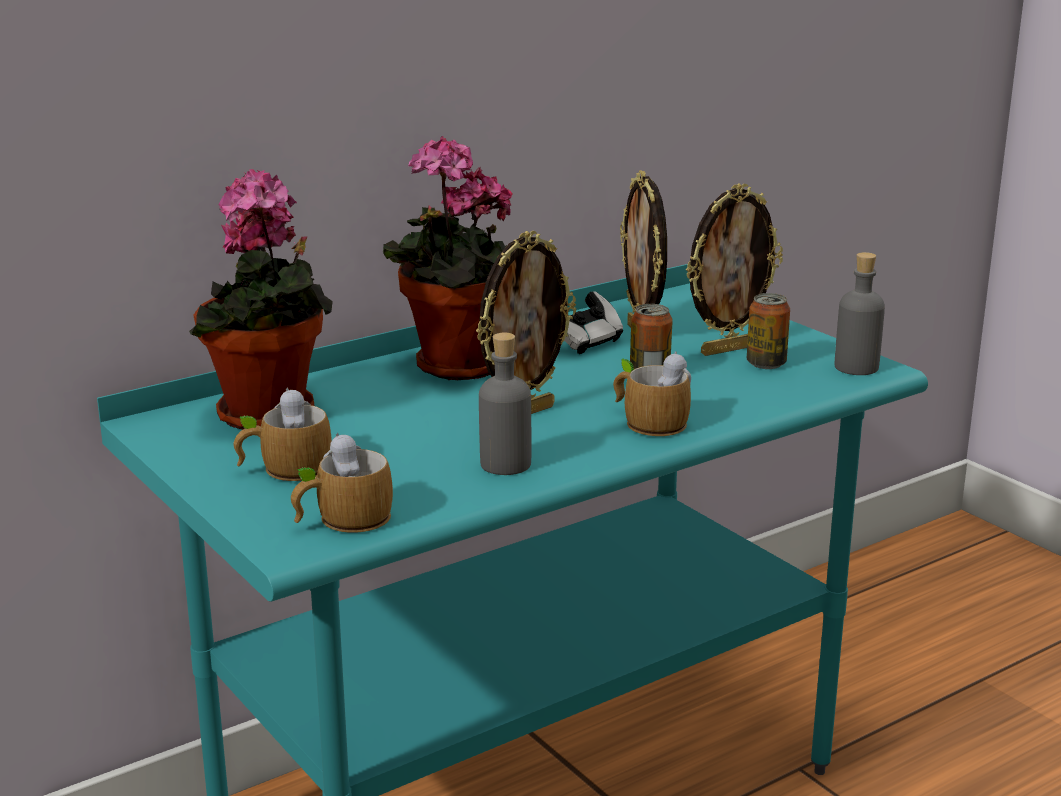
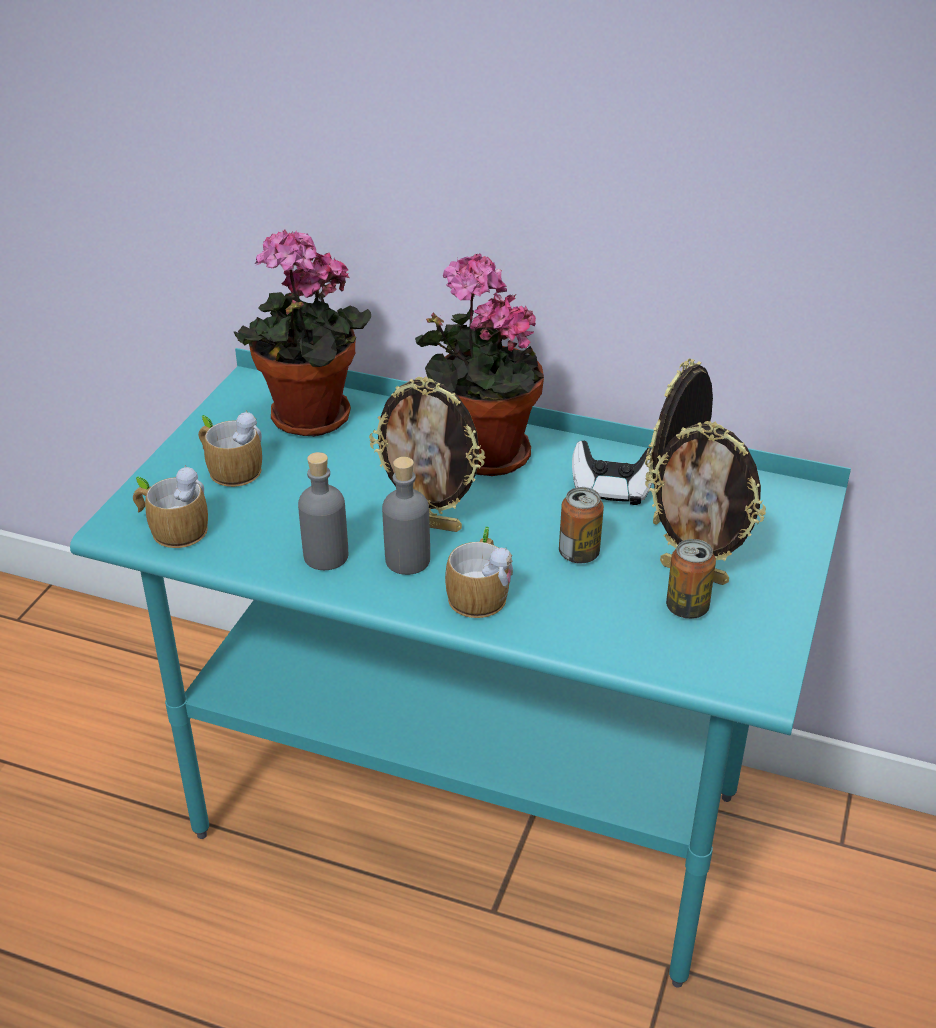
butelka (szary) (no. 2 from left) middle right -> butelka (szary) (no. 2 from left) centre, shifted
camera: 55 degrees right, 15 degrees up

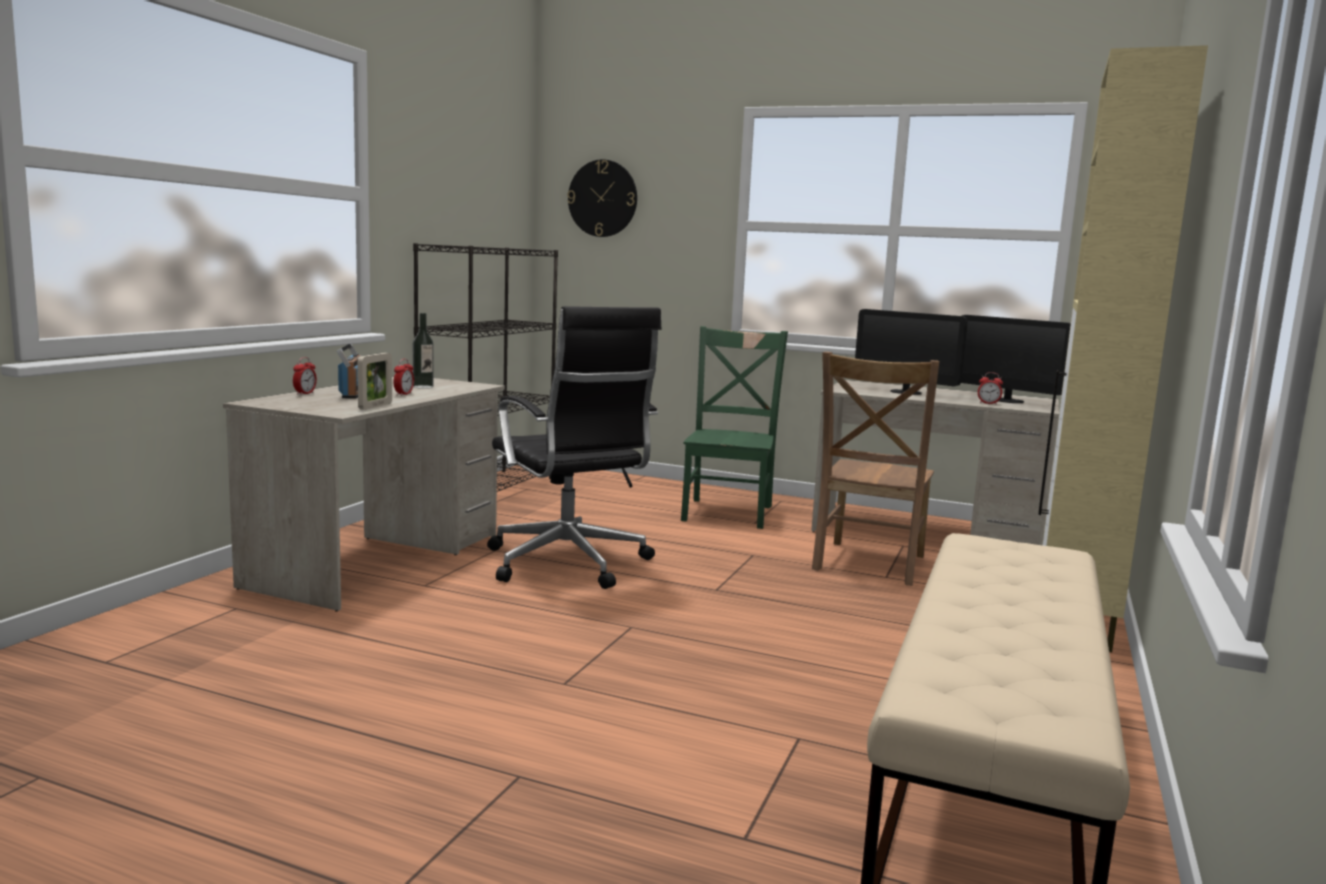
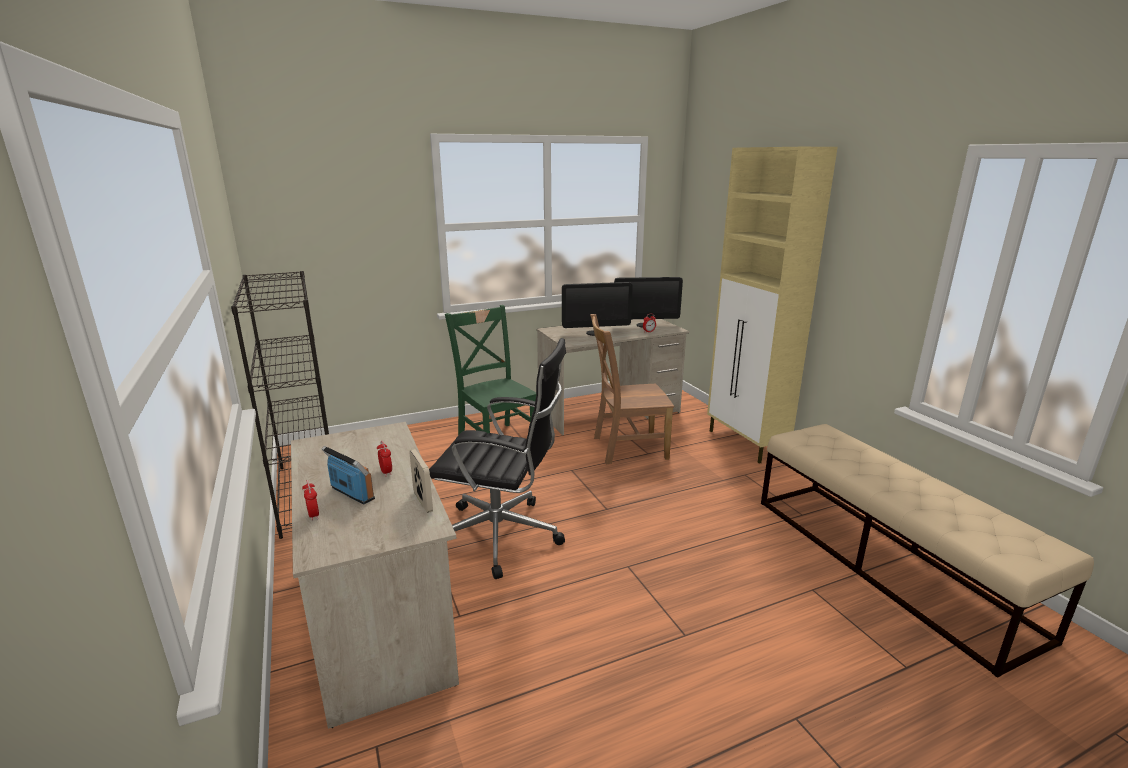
zegar ścienny top centre -> none
butelka middle left -> none
krzesło (brązowy) centre, 105 degrees clockwise
camera: 45 degrees left, 10 degrees up

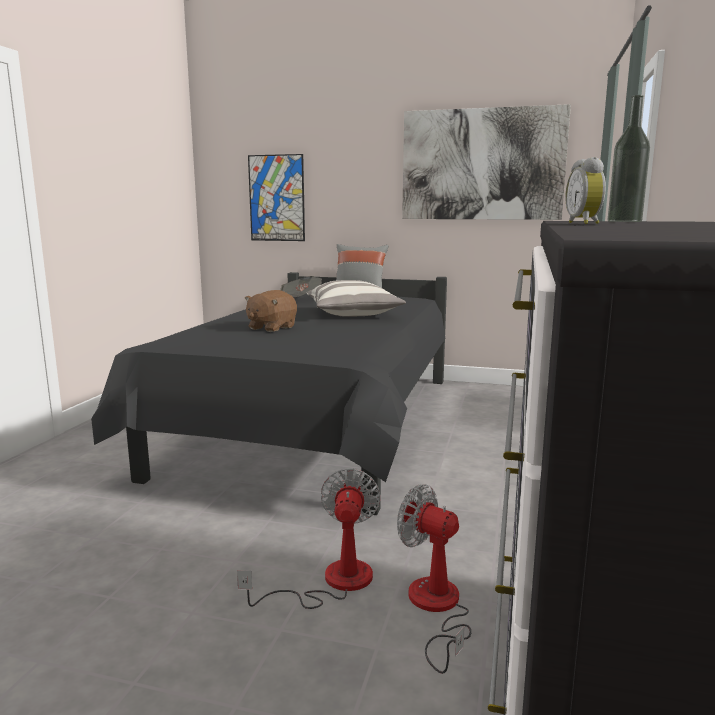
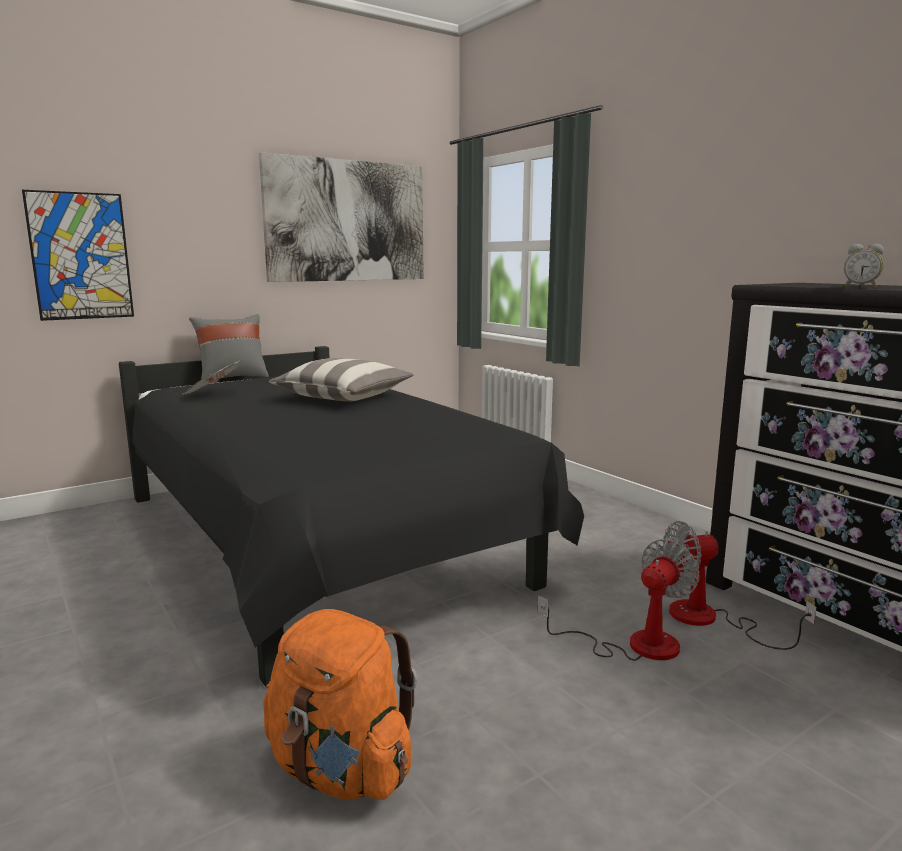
butelka top right -> none
pluszak (brązowy) centre -> none
wentylator (no. 1 from left) bottom centre -> wentylator (no. 1 from left) bottom right, 90 degrees clockwise
none -> plecak (pomarańczowy) bottom centre
camera: 50 degrees left, 0 degrees up

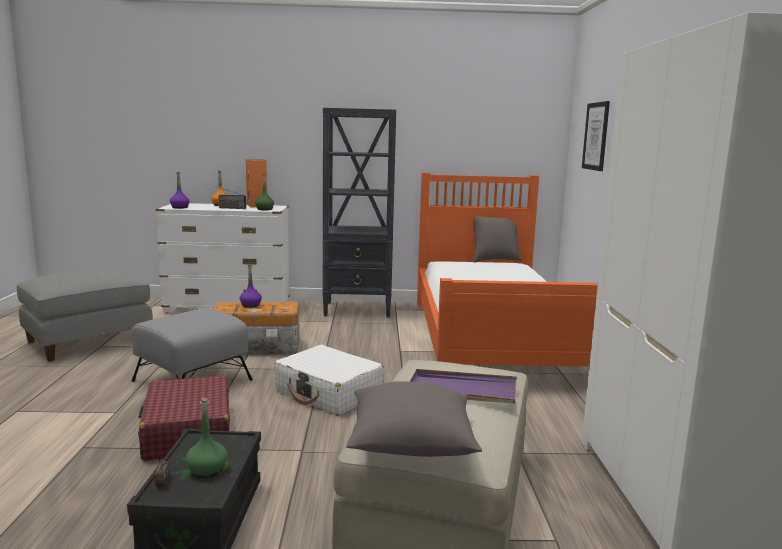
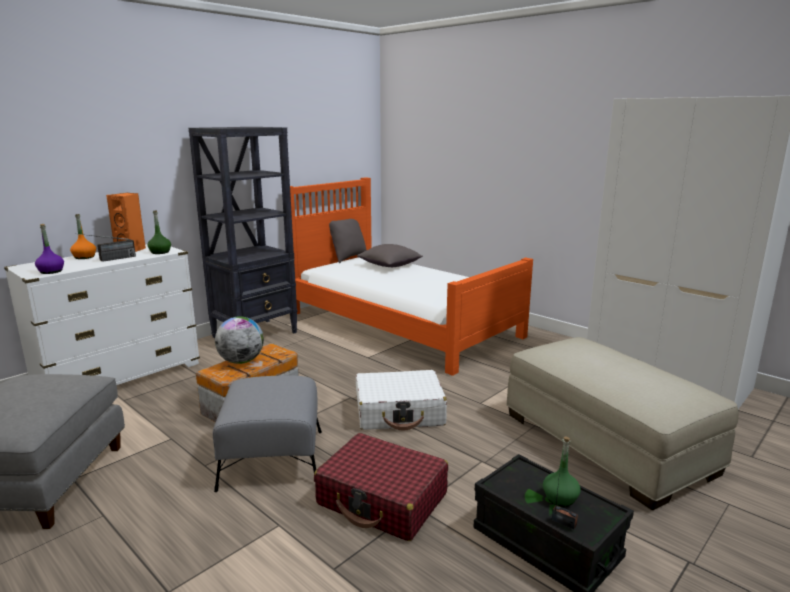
obraz top right -> none
butelka (fioletowy) (no. 2 from left) middle left -> globus middle left
taca (fioletowy) bottom centre -> none
poduszka (szary) (no. 1 from left in the first image) bottom centre -> poduszka (szary) (no. 2 from left) centre, shifted
camera: 45 degrees left, 5 degrees up

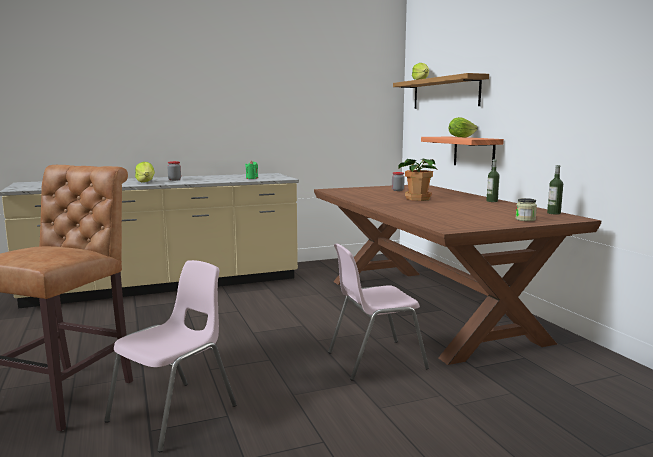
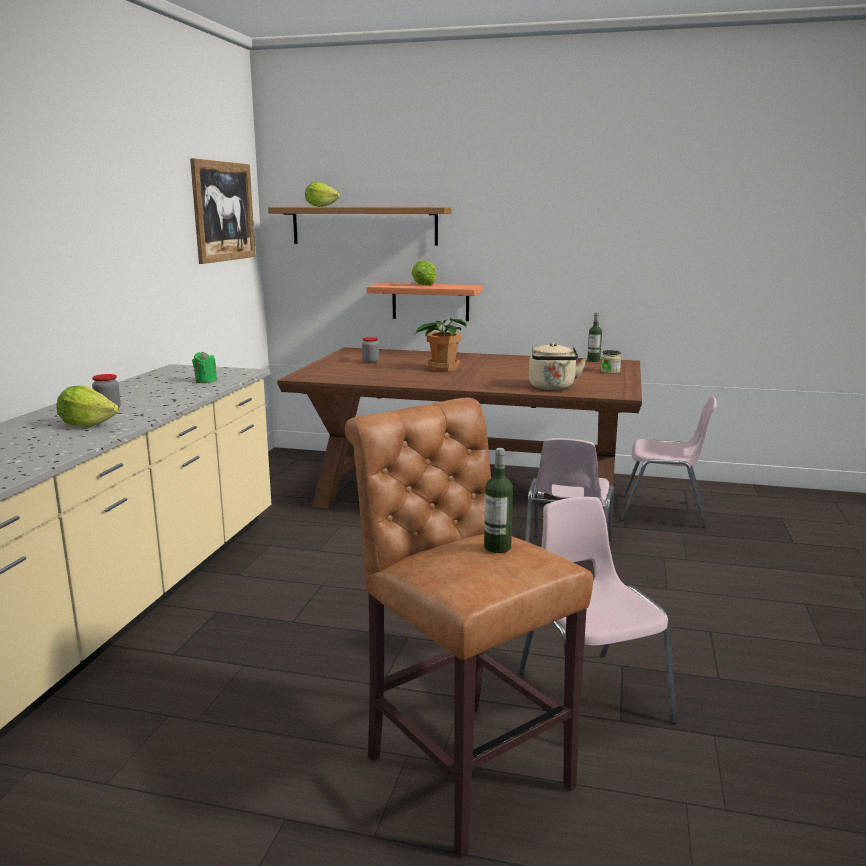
butelka (no. 1 from left) middle right -> butelka (no. 1 from left) centre, shifted
none -> obraz top left
none -> czajnik (beżowy) centre
none -> krzesło (różowy) (no. 3 from left) middle right
camera: 55 degrees left, 5 degrees up

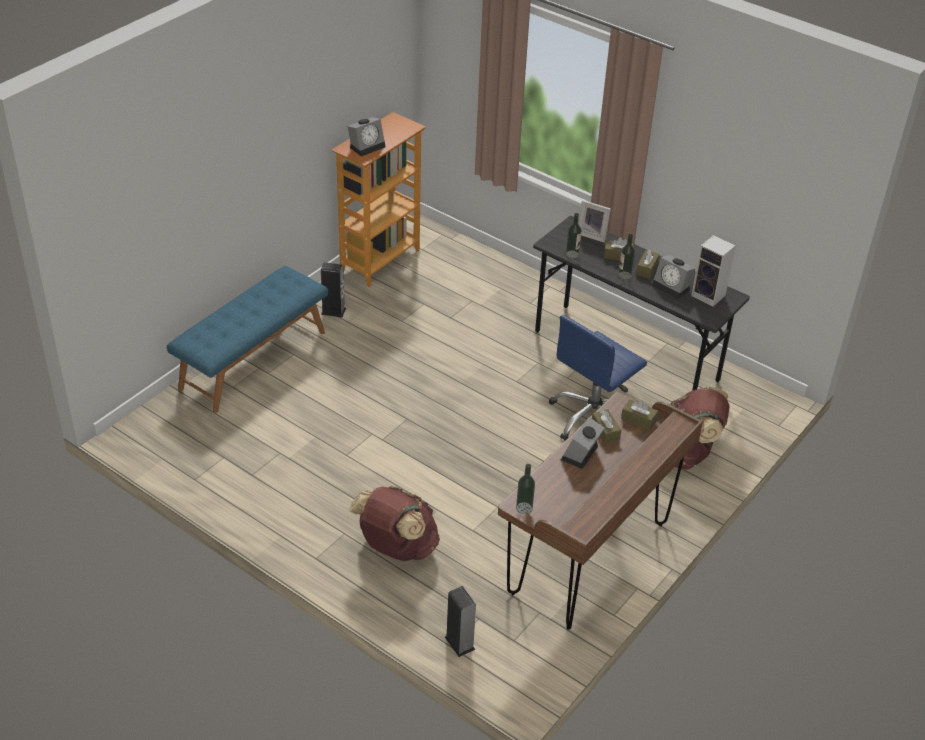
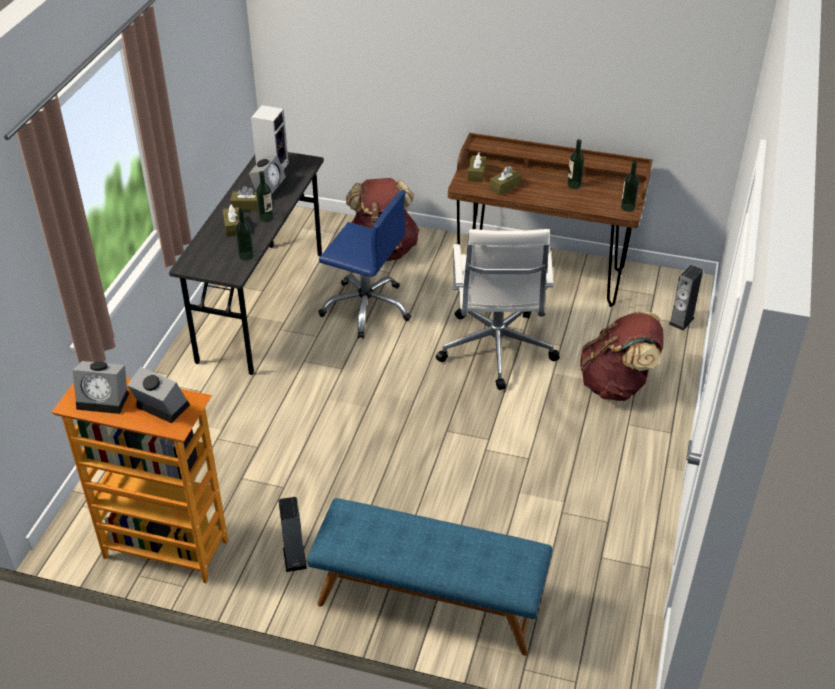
ramka na zdjęcie top centre -> none
budzik (no. 2 from left in the first image) centre -> budzik (no. 1 from left) middle left, shifted
none -> butelka (no. 3 from left) top right
none -> krzesło biurowe (biały) centre
camera: 110 degrees left, 0 degrees up

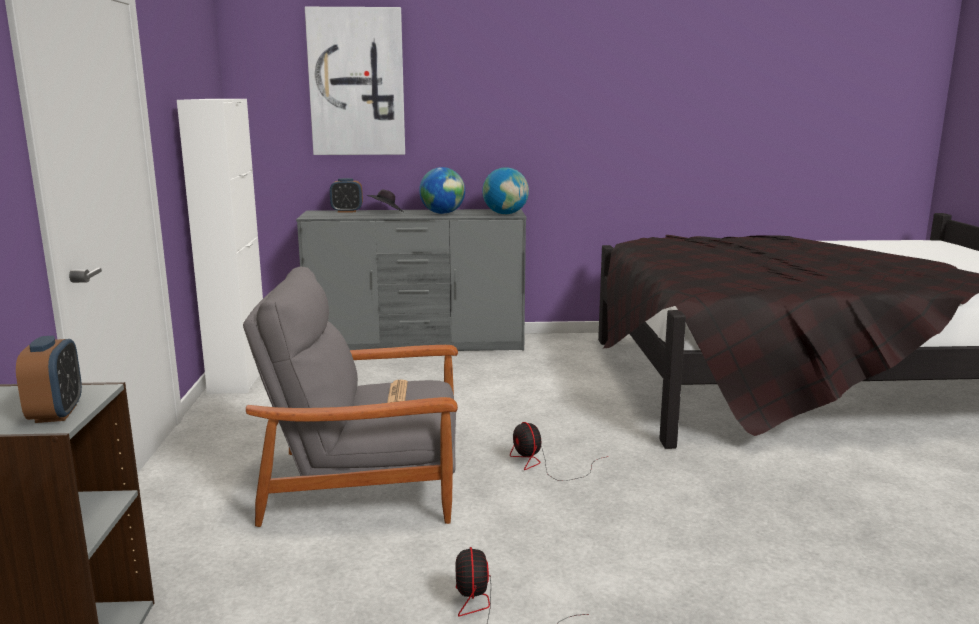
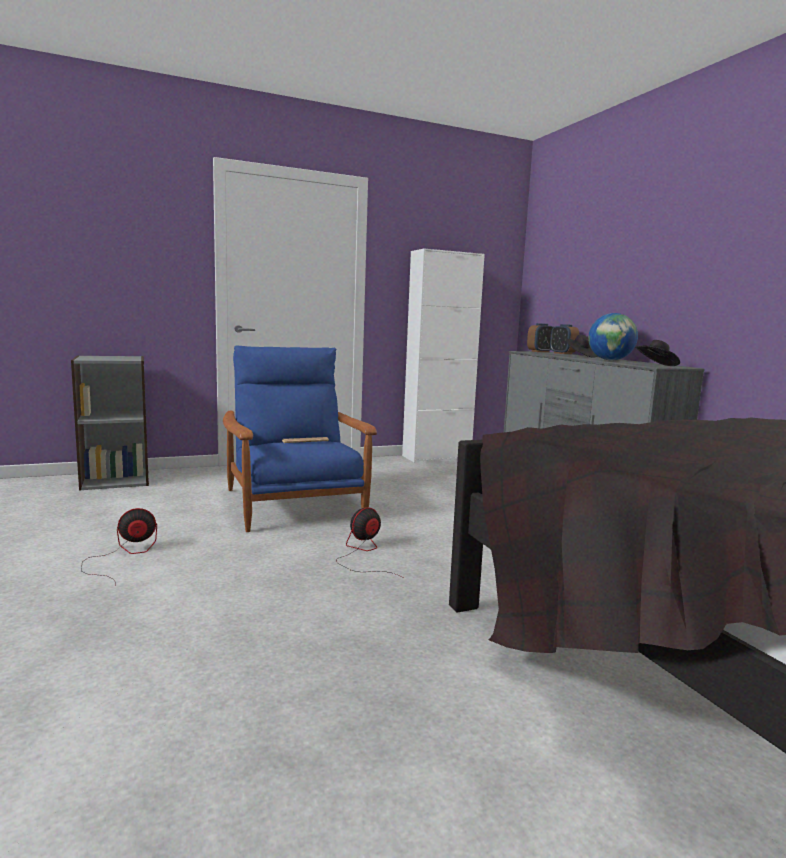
obraz top centre -> none
globus (no. 2 from left) top centre -> kapelusz (czarny) (no. 2 from left) middle right
fotel (szary) centre -> fotel (niebieski) centre
budzik (no. 1 from left) middle left -> budzik (no. 1 from left) middle right, shifted
camera: 70 degrees right, 5 degrees down

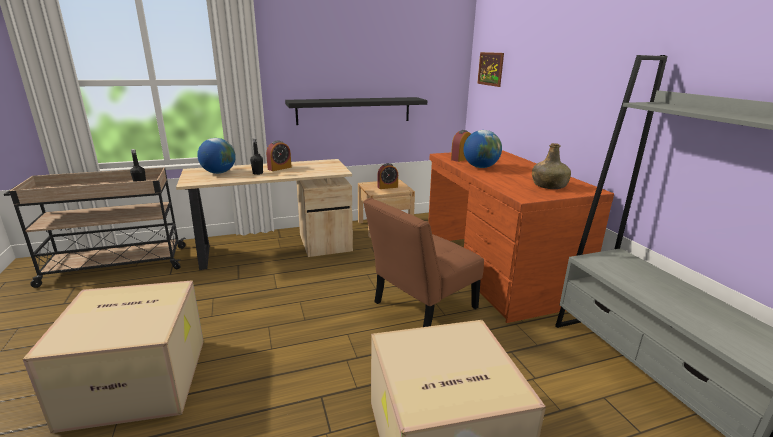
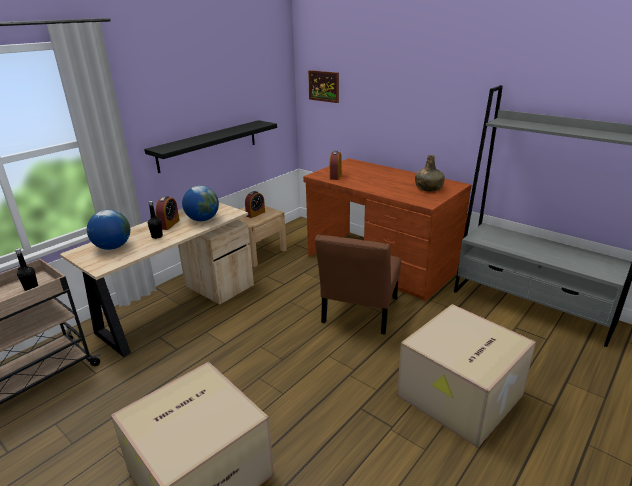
globus (no. 2 from left) centre -> globus (no. 2 from left) middle left, shifted
camera: 30 degrees left, 5 degrees up

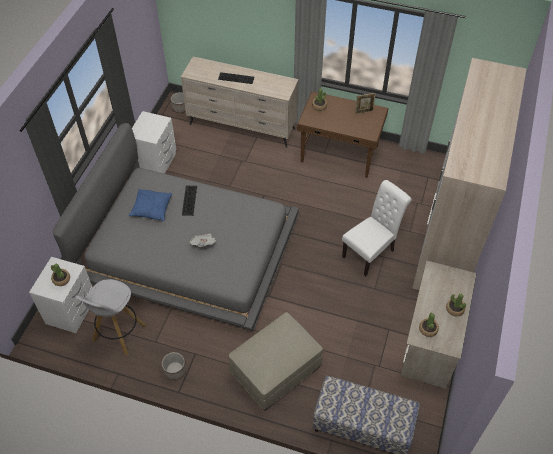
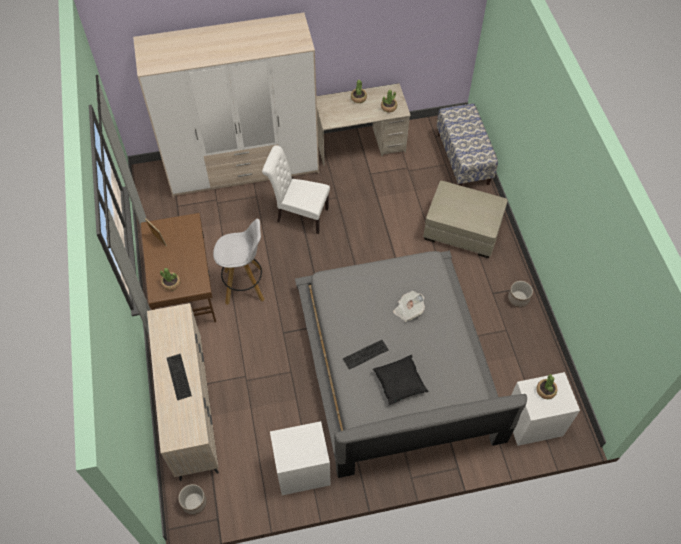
poduszka (niebieski) middle left -> poduszka (czarny) bottom centre
stołek (biały) bottom left -> stołek (biały) centre, shifted
camera: 120 degrees left, 5 degrees up

